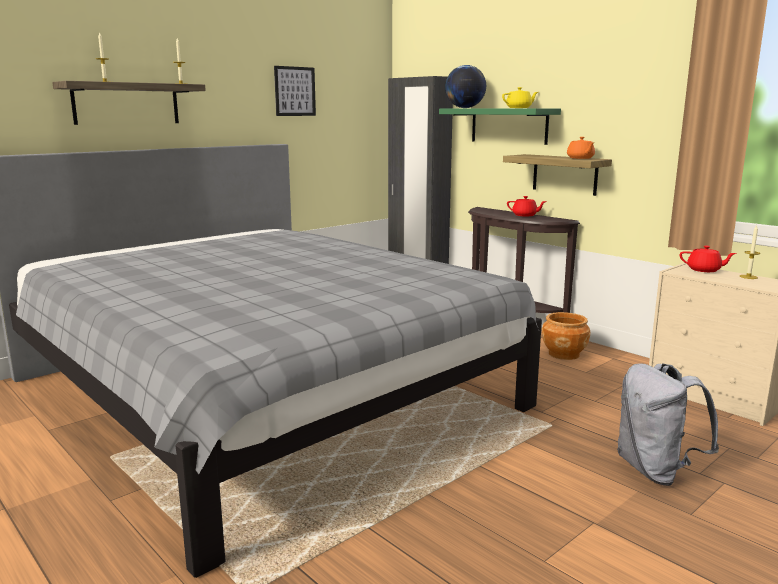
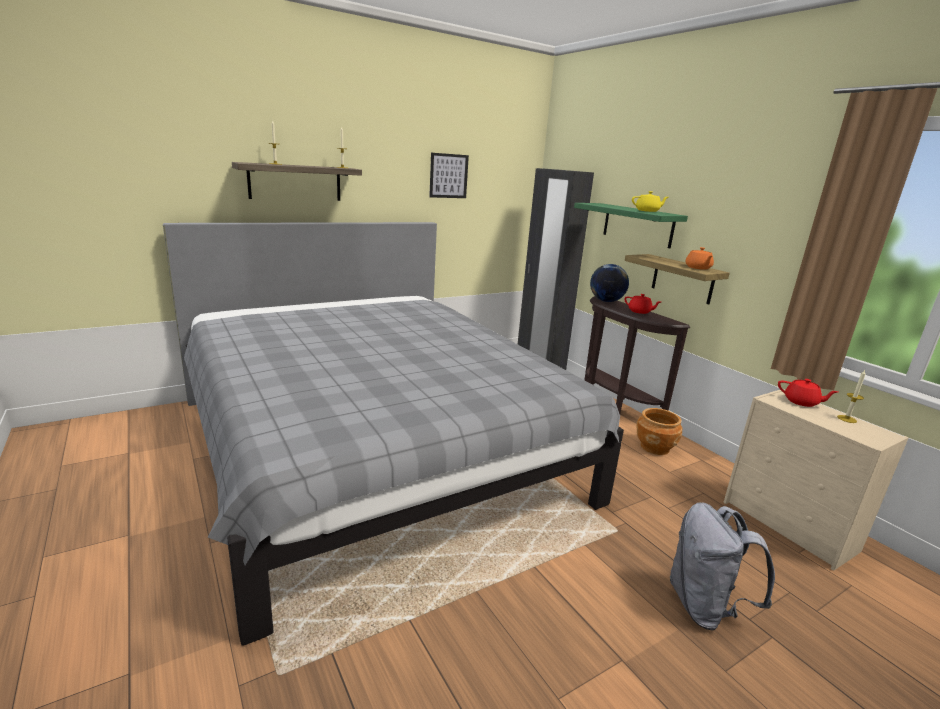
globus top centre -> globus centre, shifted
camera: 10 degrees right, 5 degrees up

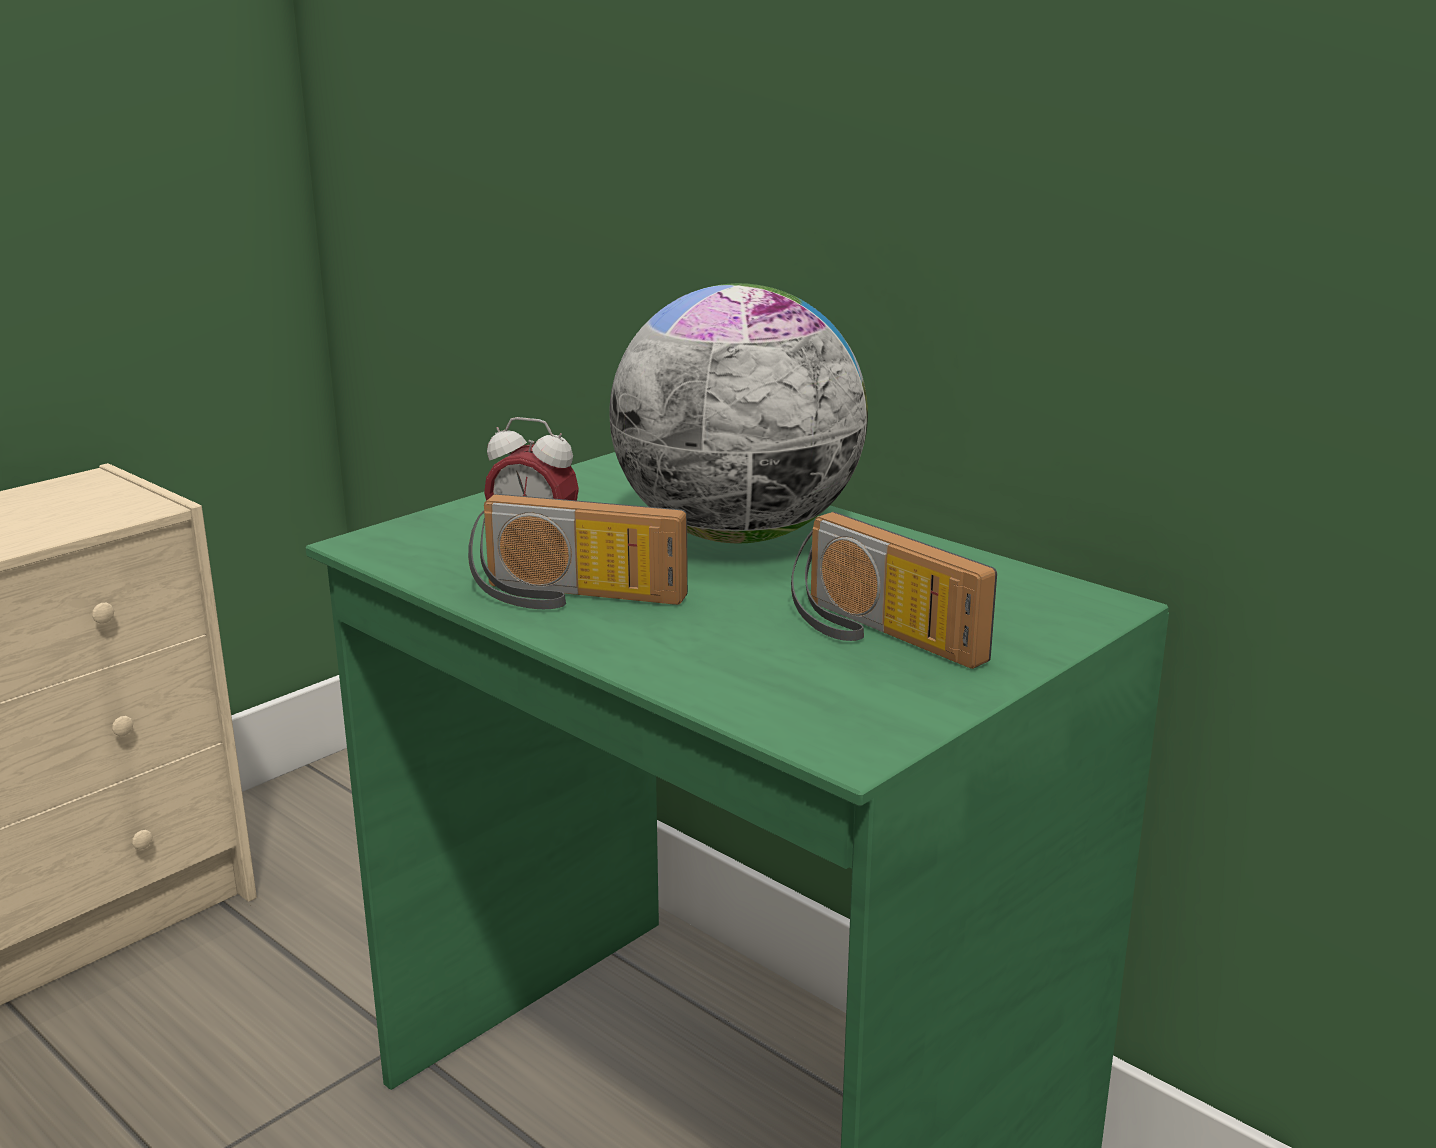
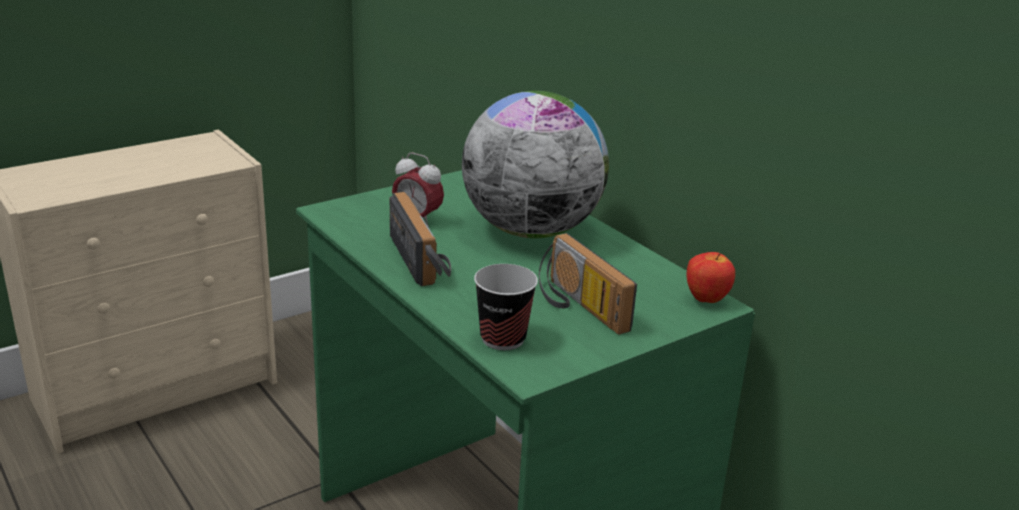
radio (no. 1 from left) centre, 135 degrees counterclockwise
none -> jabłko middle right
none -> filiżanka centre
camera: 10 degrees right, 5 degrees up

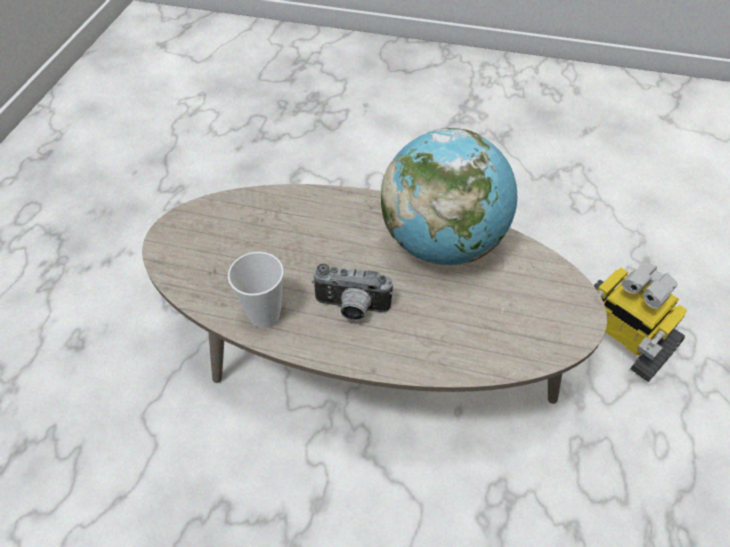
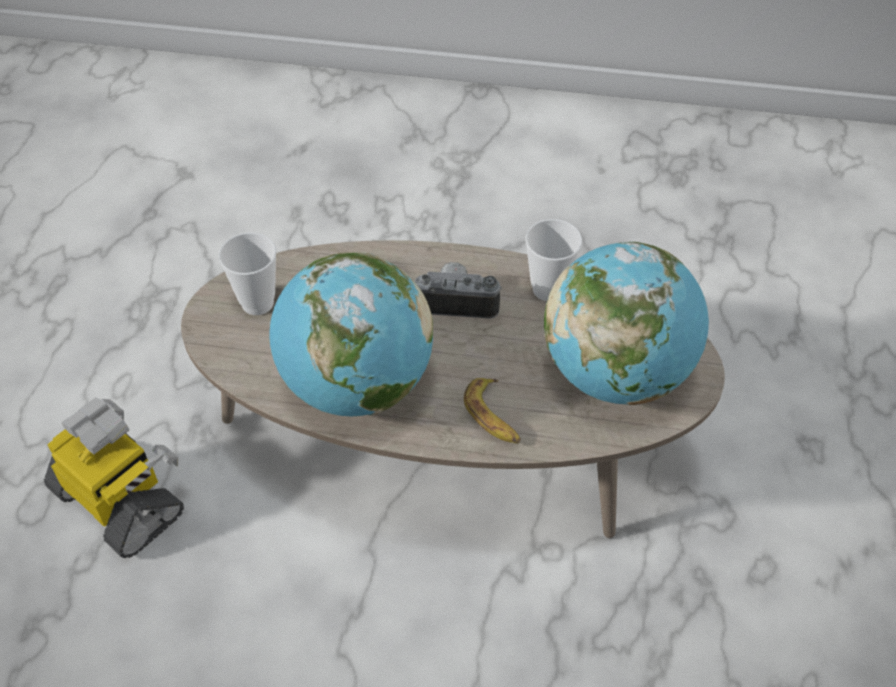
none -> filiżanka (no. 1 from left) middle left
none -> globus (no. 2 from left) middle right
none -> banan centre
camera: 175 degrees right, 0 degrees up

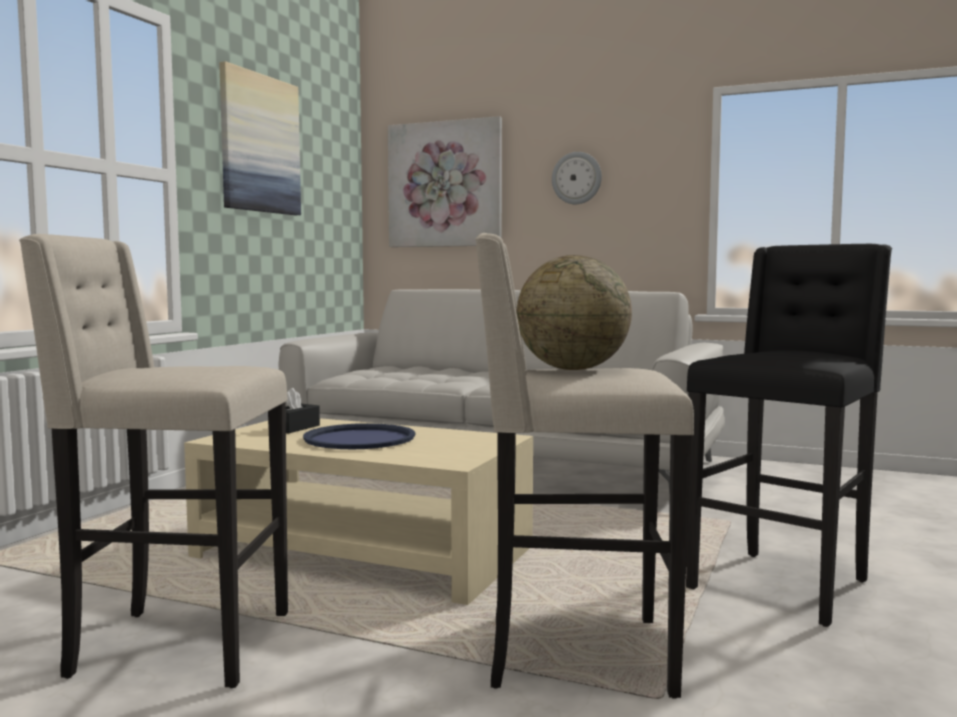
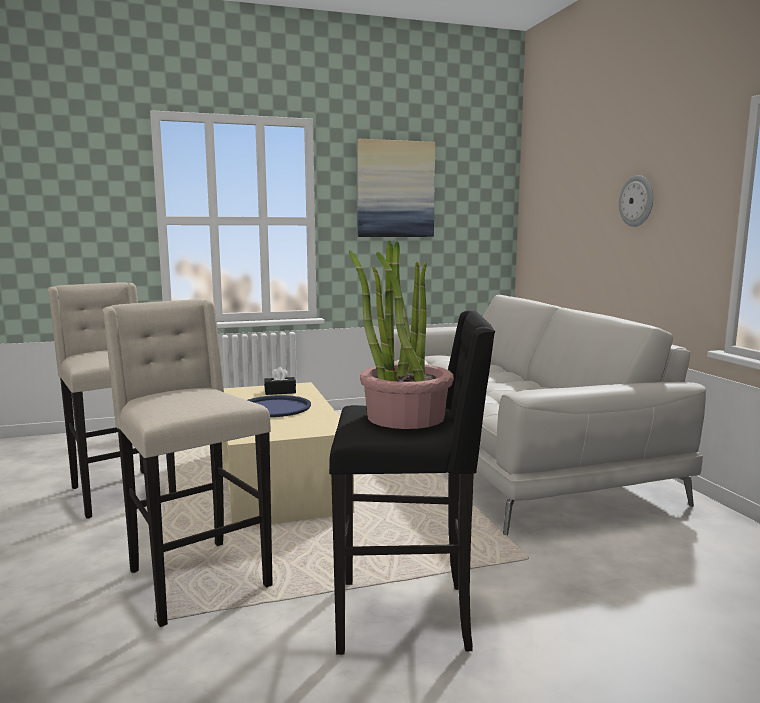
obraz (no. 2 from left) top centre -> none
globus centre -> none
none -> roślina doniczkowa centre
camera: 50 degrees right, 5 degrees up

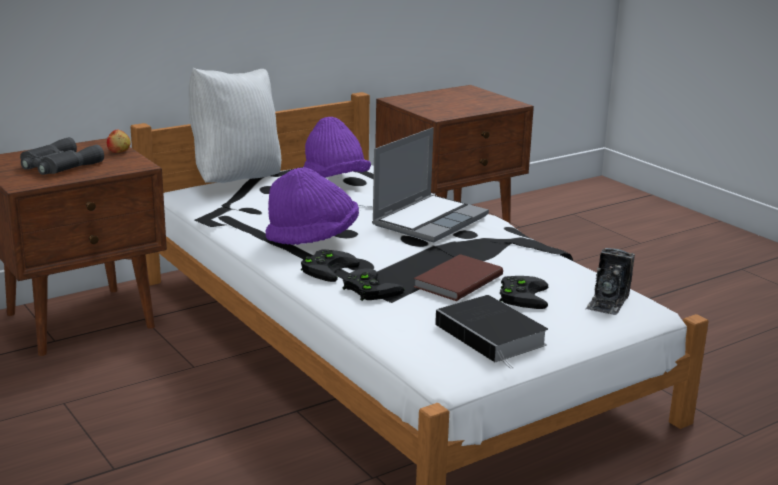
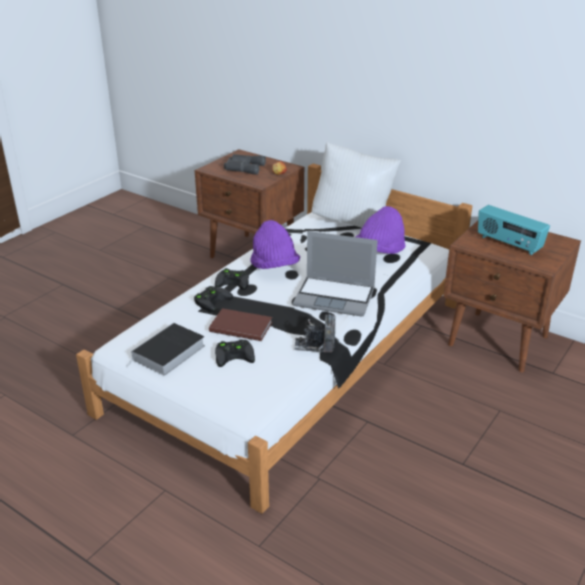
aparat fotograficzny middle right -> aparat fotograficzny centre, shifted
none -> radio middle right
camera: 70 degrees right, 10 degrees up

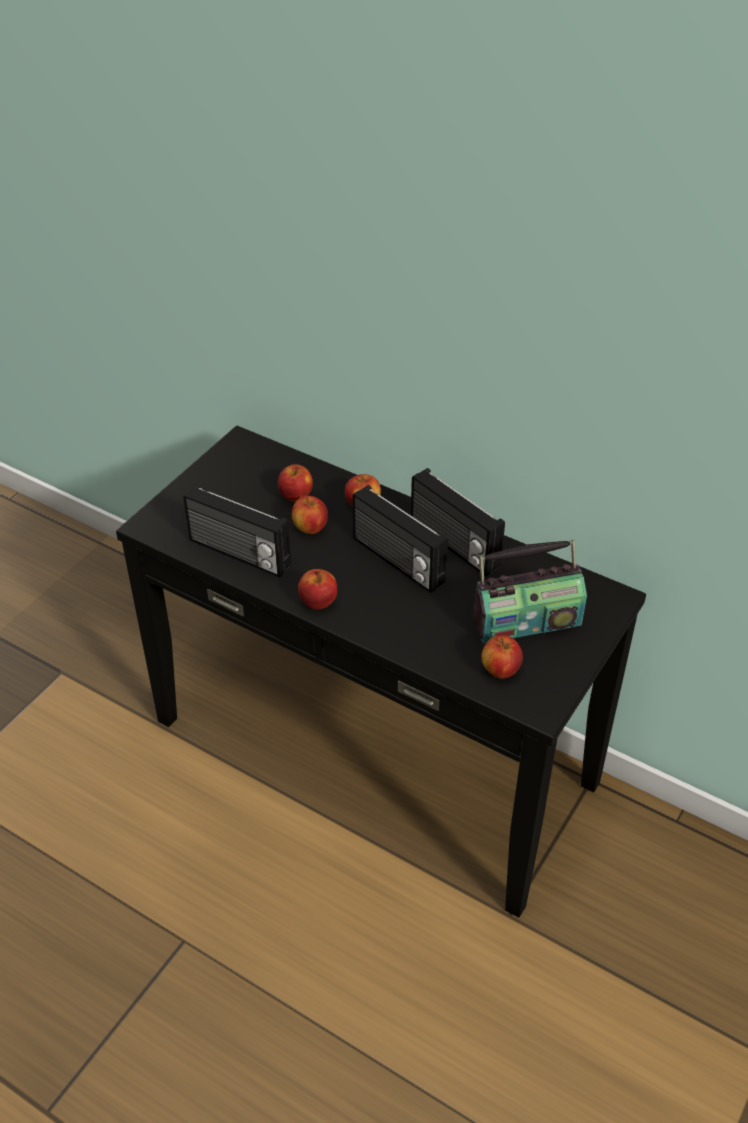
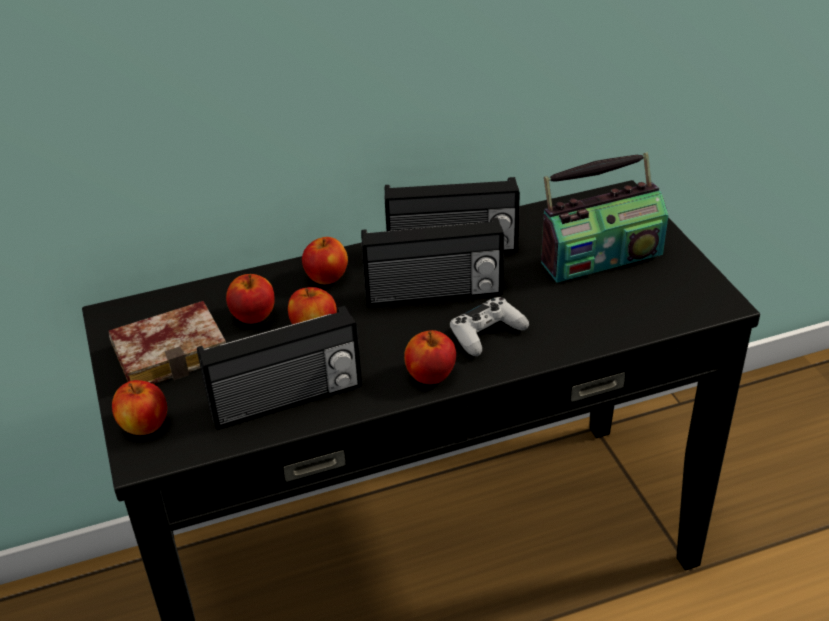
radio (no. 4 from left) middle right, 45 degrees clockwise
jabłko (no. 5 from left in the first image) middle right -> jabłko (no. 1 from left) middle left, shifted
none -> pad do gier (biały) centre
none -> książka middle left
camera: 50 degrees left, 5 degrees down

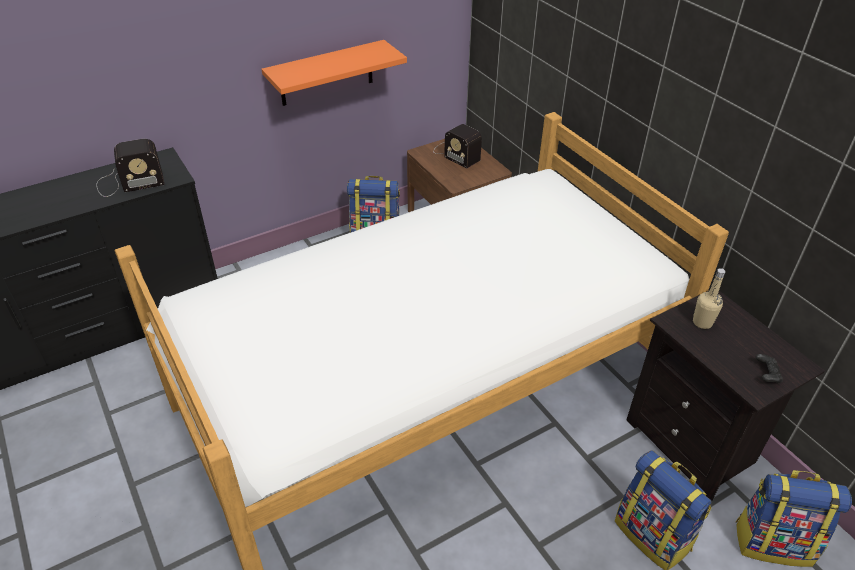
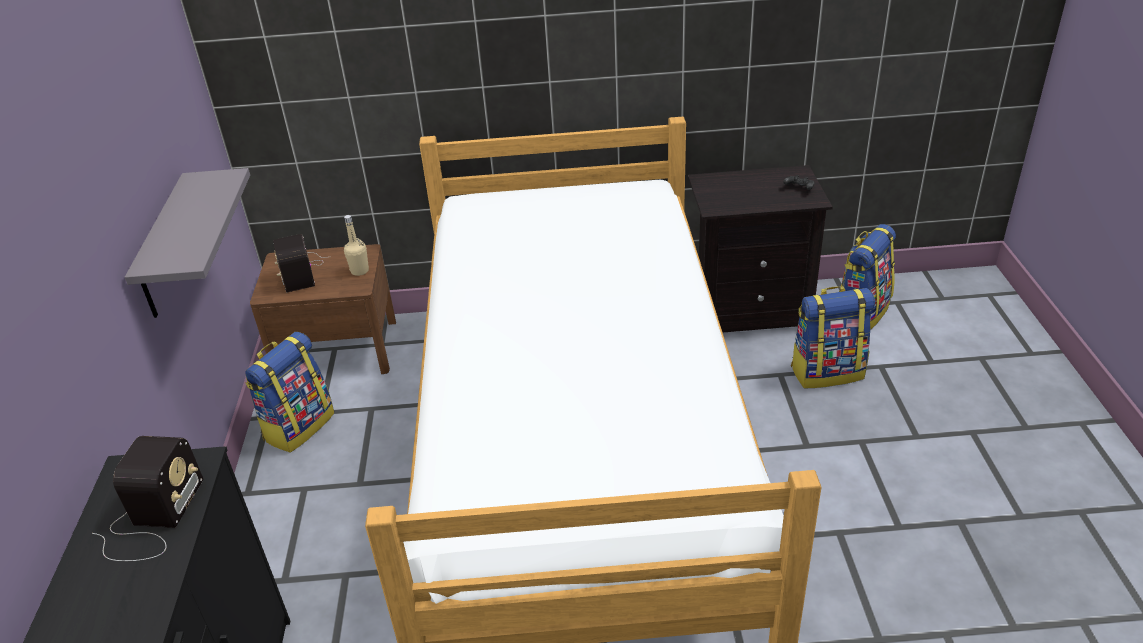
półka (pomarańczowy) top centre -> półka (szary) middle left
radio (no. 2 from left) top centre -> radio (no. 2 from left) middle left, 90 degrees clockwise
butelka (beżowy) middle right -> butelka (beżowy) middle left, shifted
camera: 60 degrees left, 5 degrees down

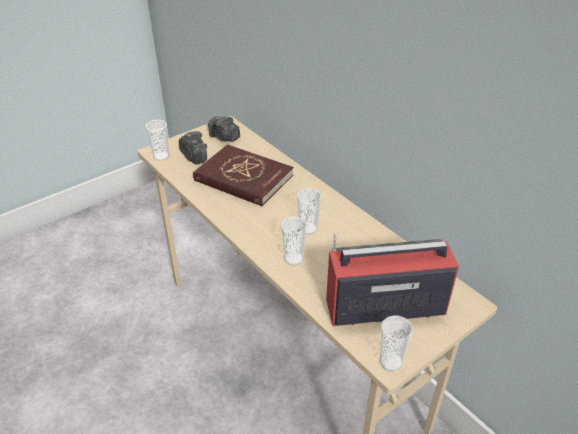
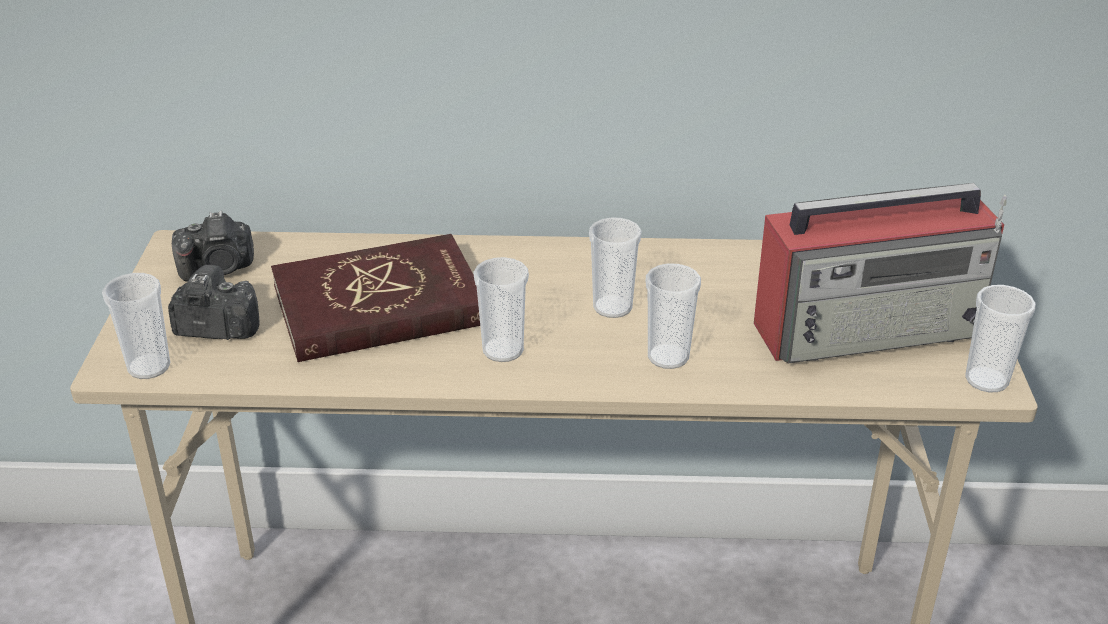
radio middle right, 135 degrees counterclockwise
none -> filiżanka (no. 2 from left) centre
camera: 50 degrees left, 5 degrees down

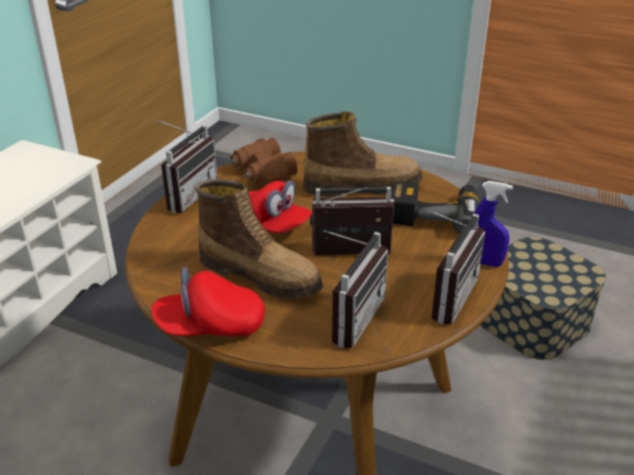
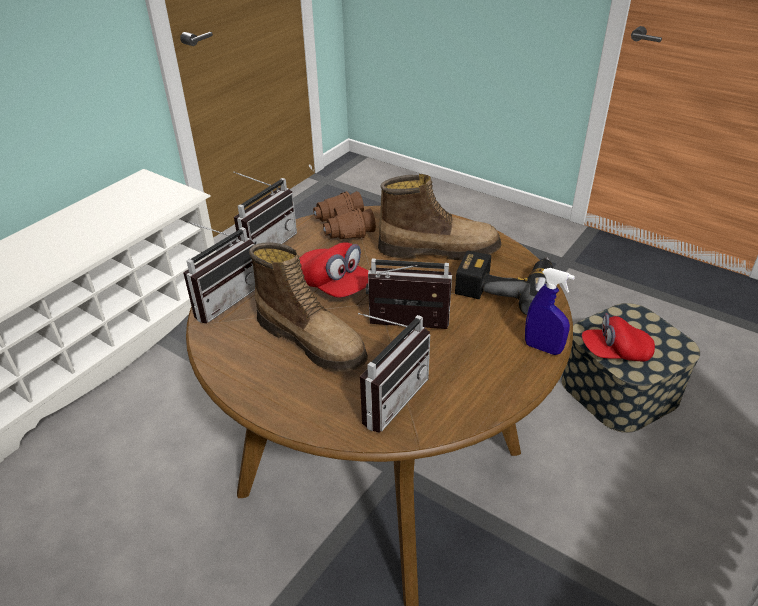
radio (no. 4 from left in the first image) middle right -> radio (no. 1 from left) middle left, shifted
czapka z daszkiem (czerwony) (no. 1 from left in the first image) middle left -> czapka z daszkiem (czerwony) (no. 2 from left) middle right, shifted
camera: 10 degrees right, 5 degrees up

